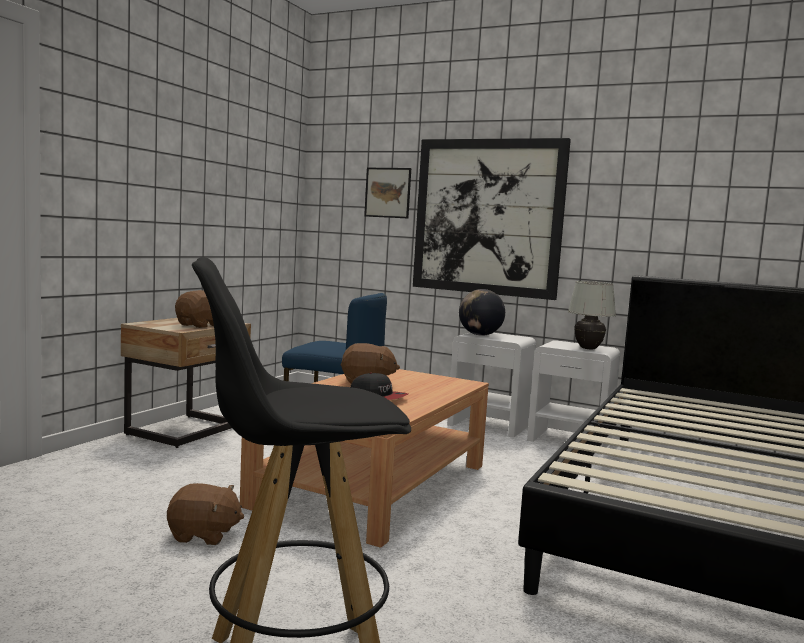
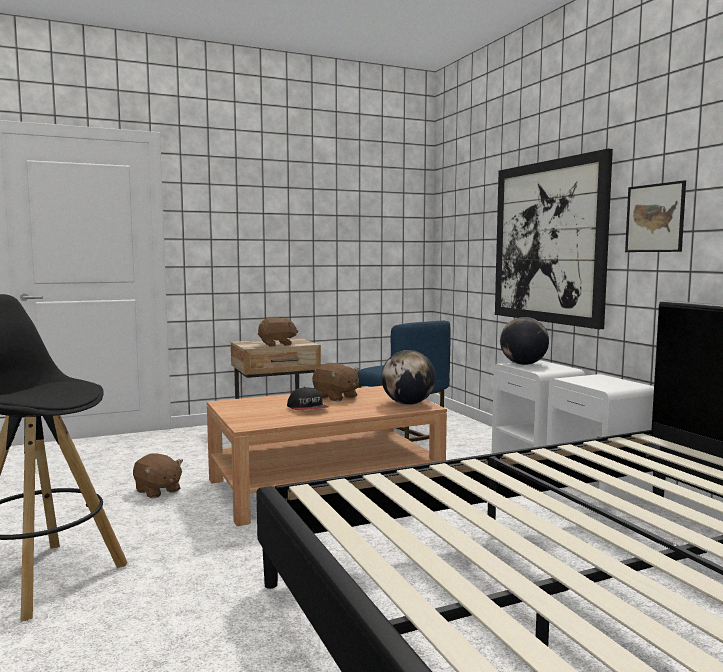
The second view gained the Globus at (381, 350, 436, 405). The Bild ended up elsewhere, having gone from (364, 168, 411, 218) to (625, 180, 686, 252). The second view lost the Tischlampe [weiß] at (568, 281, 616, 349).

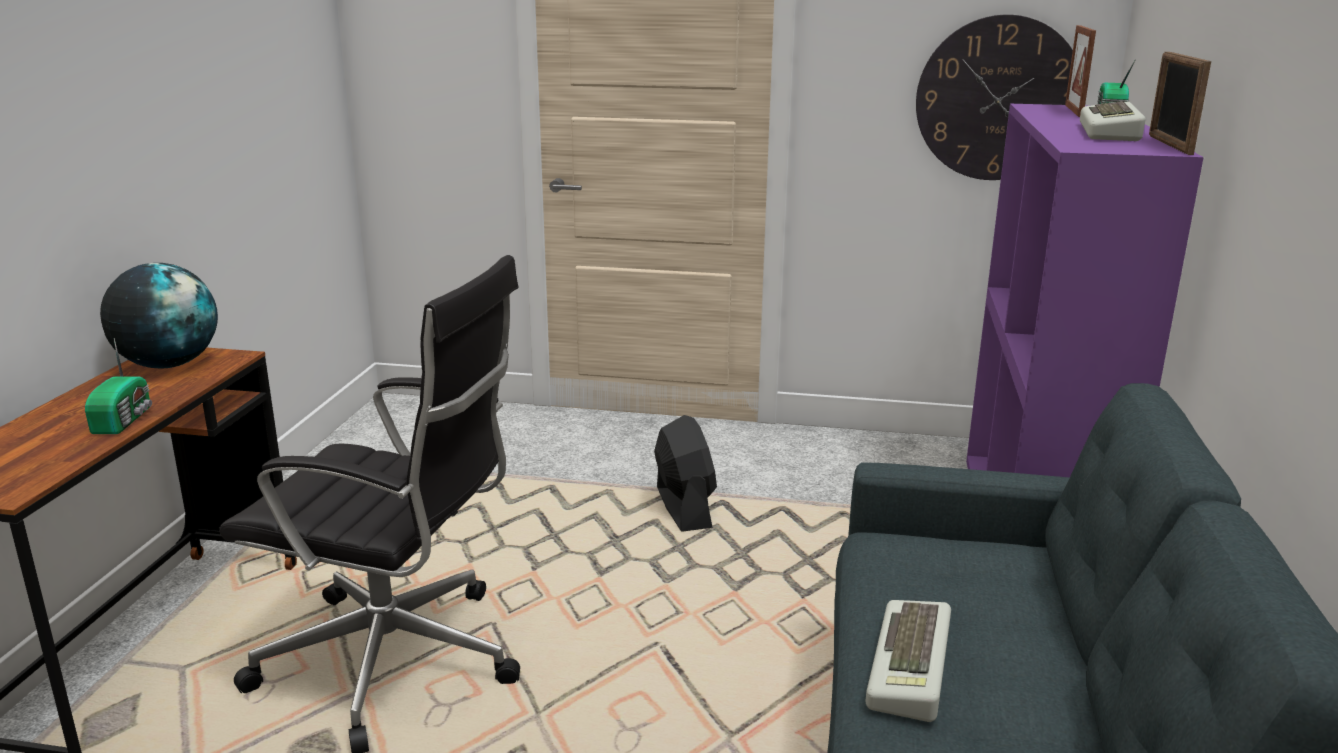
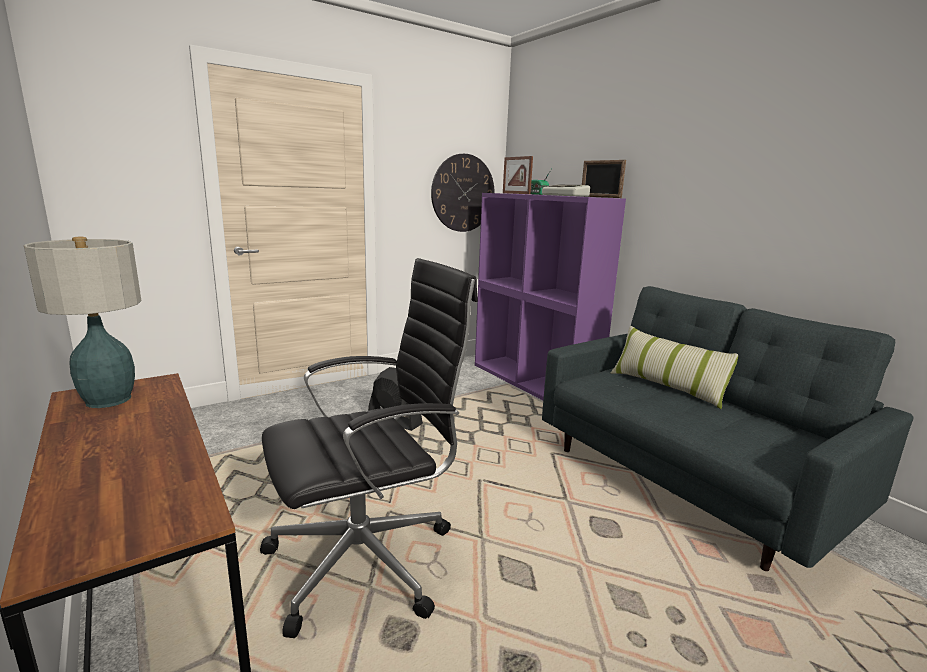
Where the Globus stood at (100, 263, 218, 369), the Tischlampe came to stand at (24, 237, 141, 408). The second view gained the Kissen at (611, 326, 738, 409). The second view lost the Radio at (85, 338, 152, 434). The second view lost the Tastatur at (866, 600, 951, 722).

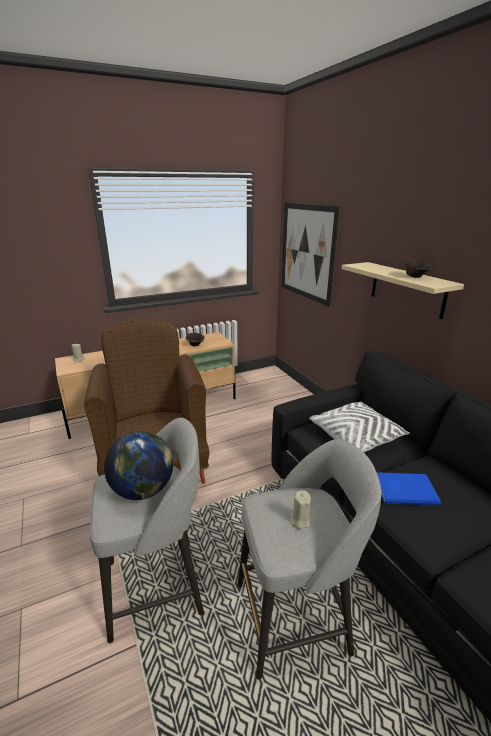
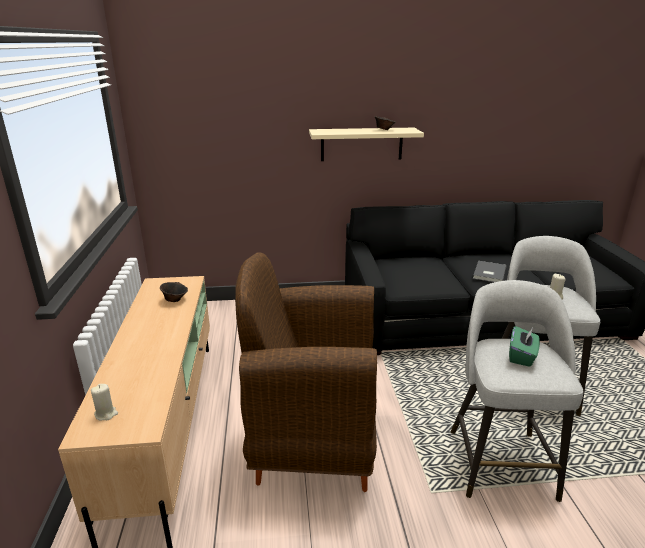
What was the Buch [blau] at (377, 472, 441, 506) turned into the Buch [grau] at (473, 261, 506, 282). Where the Globus stood at (104, 431, 173, 500), the Taschentuchbox [grün] came to stand at (509, 326, 540, 367). The second view lost the Bild at (281, 203, 340, 307). The second view lost the Kissen [weiß] at (309, 401, 410, 452).

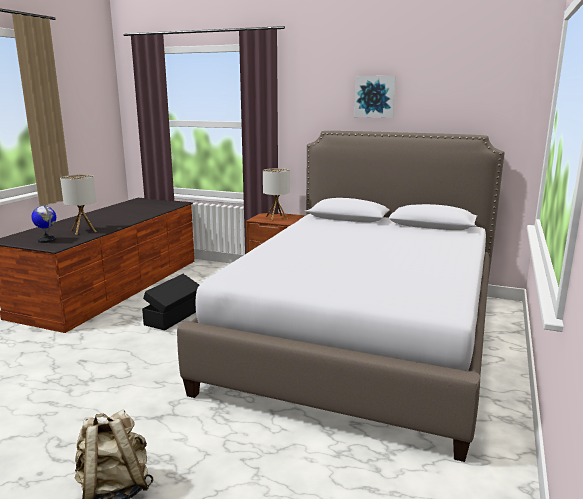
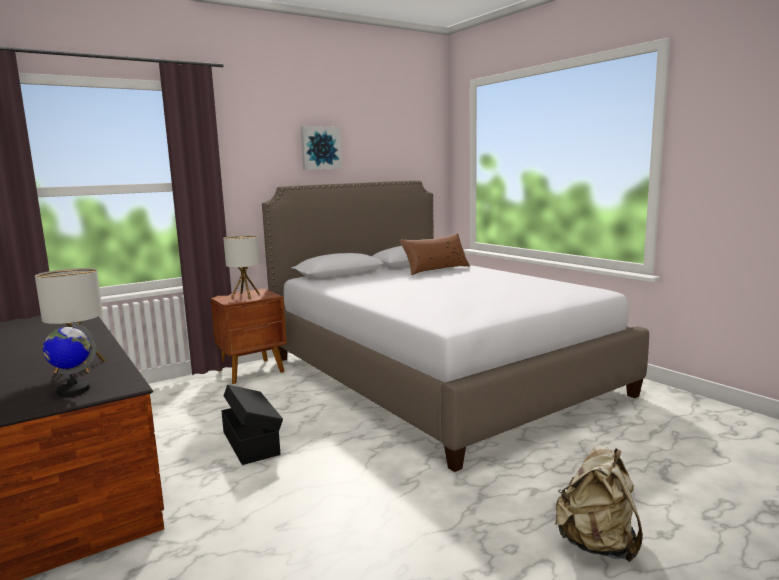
The second view gained the Kissen [braun] at (400, 233, 470, 275).

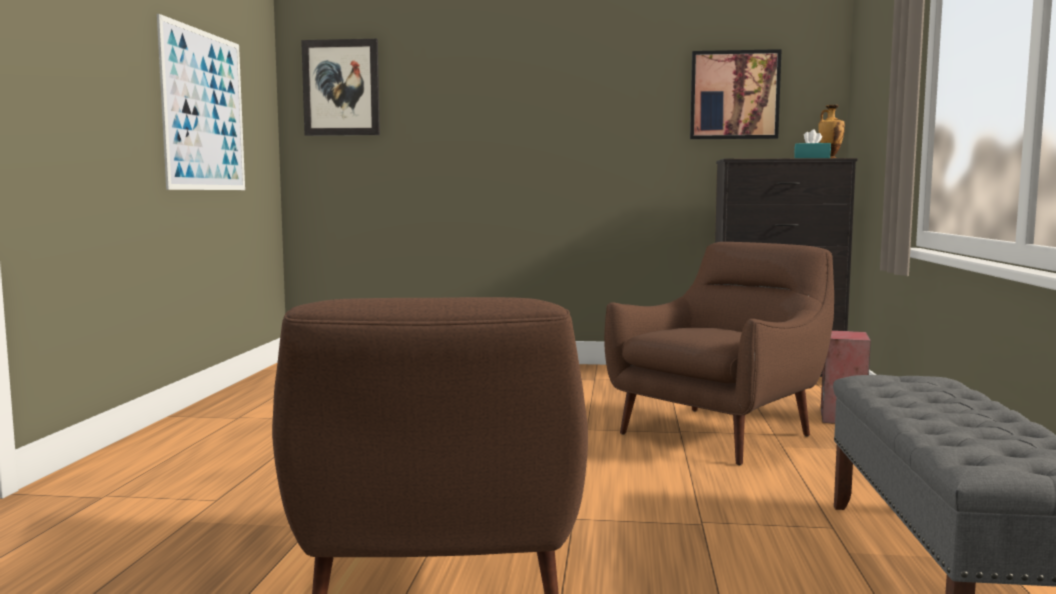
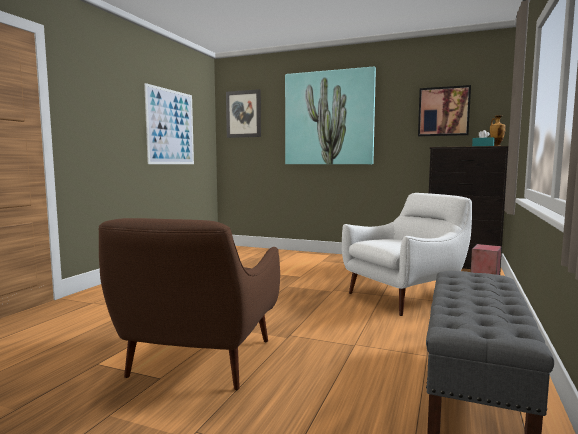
The second view gained the Bild at (285, 66, 376, 164). What was the Sessel [braun] at (604, 242, 834, 465) turned into the Sessel [weiß] at (342, 193, 472, 316).

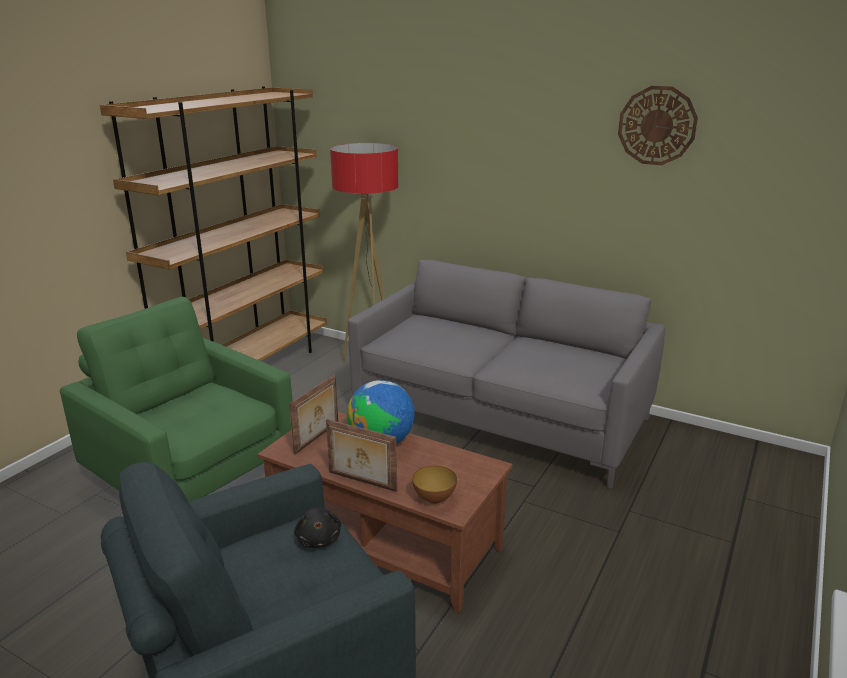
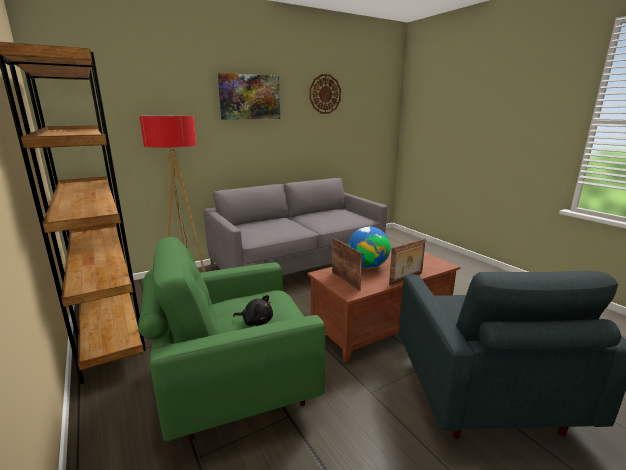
The second view gained the Bild at (218, 73, 280, 120). The Plüschtier [schwarz] ended up elsewhere, having gone from (294, 507, 341, 548) to (233, 295, 273, 326). The second view lost the Schüssel at (412, 466, 457, 504).

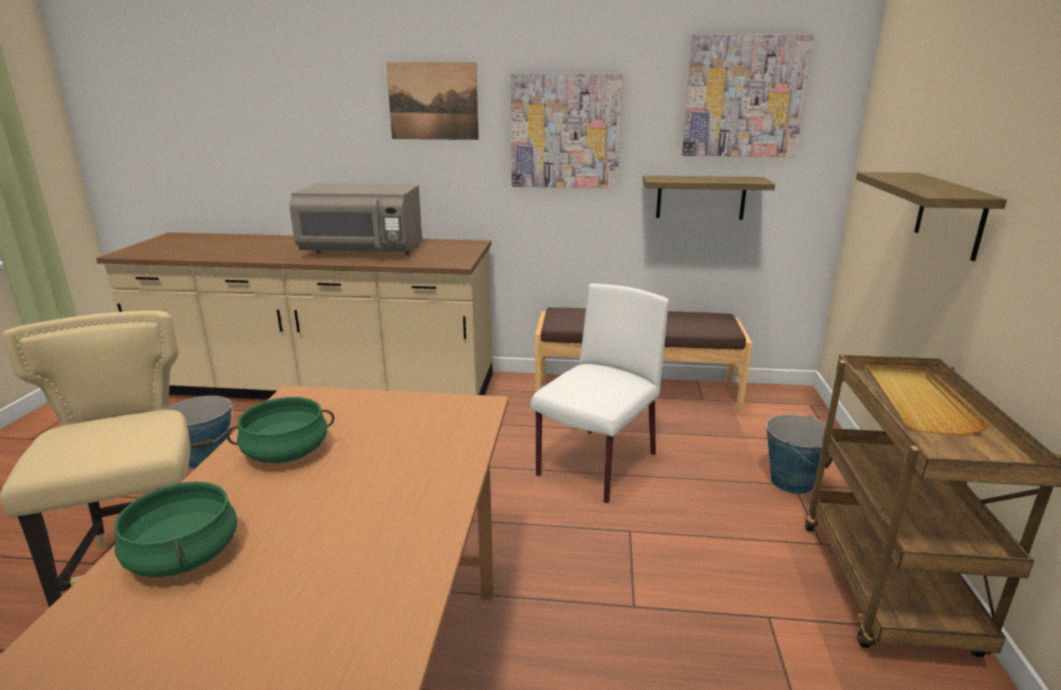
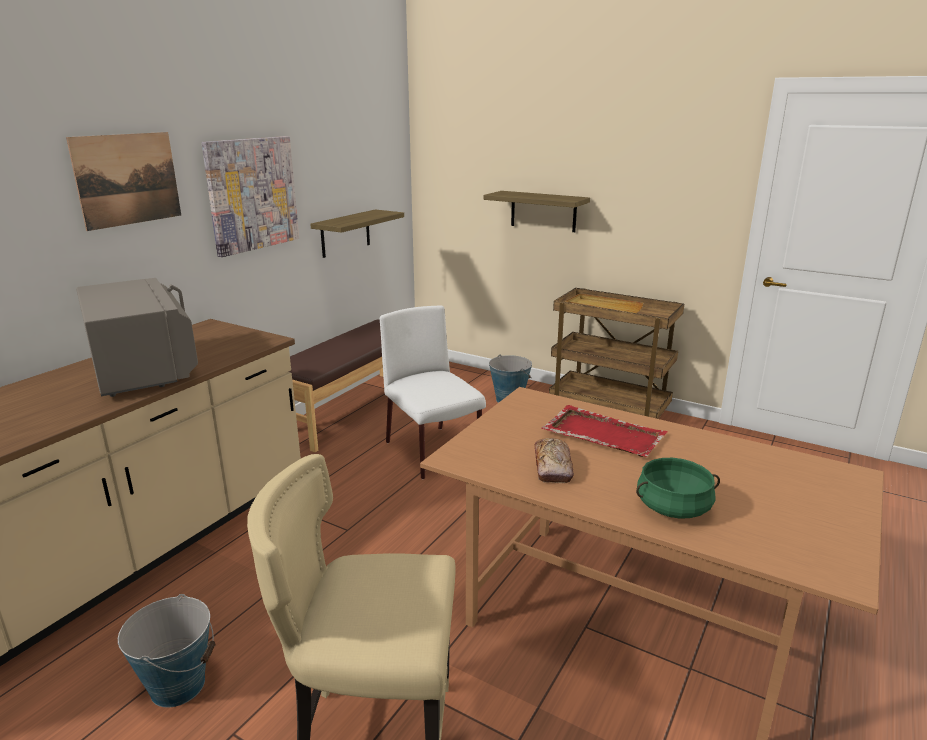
The Mikrowelle [grau] at (289, 183, 423, 255) ended up facing another way, 60 degrees counterclockwise from before. Where the Kochtopf [grün] stood at (227, 397, 334, 463), the Brot came to stand at (535, 438, 574, 483). The second view gained the Tablett [rot] at (541, 405, 667, 457). The second view lost the Bild at (682, 34, 814, 157).

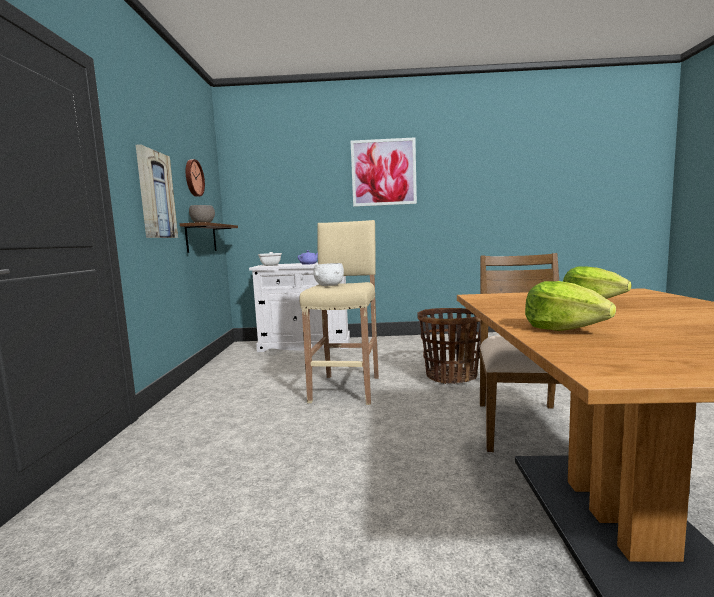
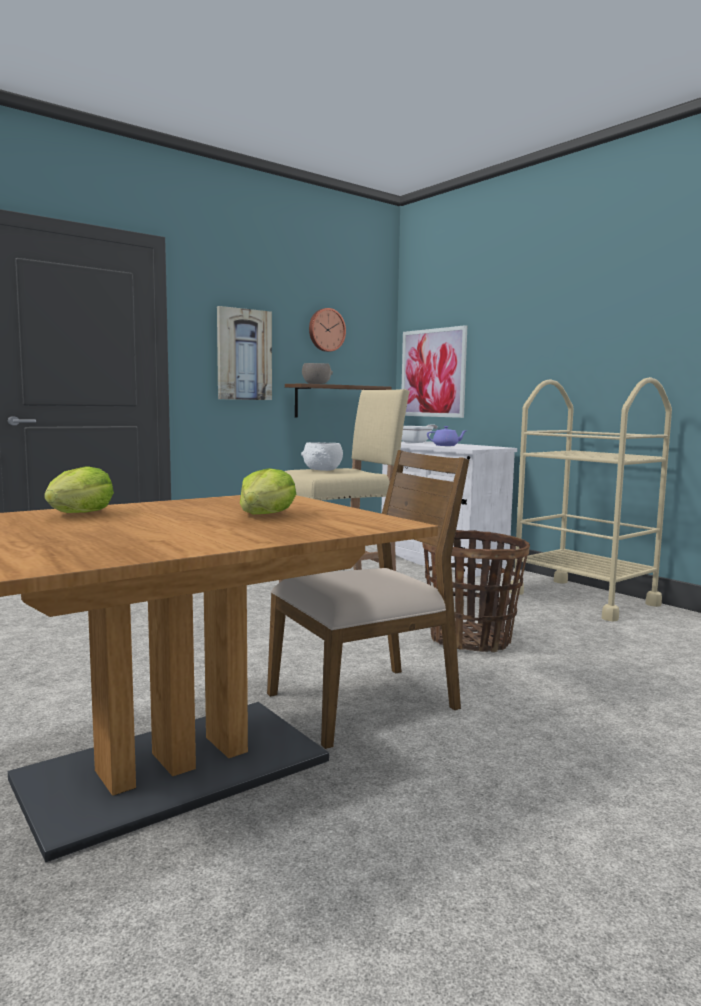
The Bild ended up elsewhere, having gone from (351, 137, 417, 207) to (402, 325, 467, 418). The second view gained the Rollwagen [beige] at (509, 377, 672, 622).

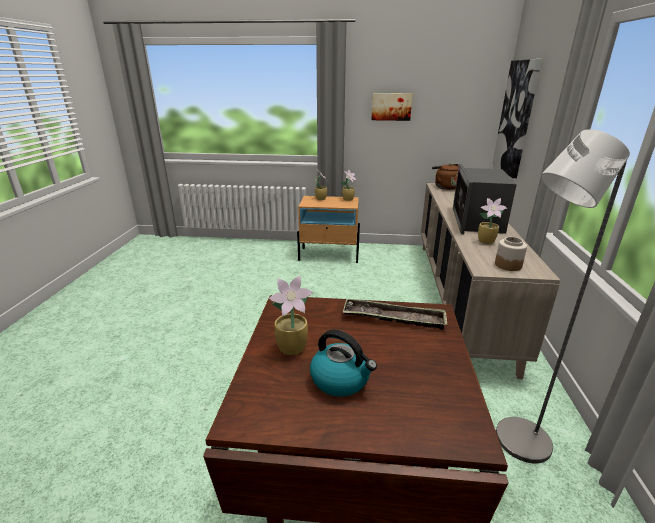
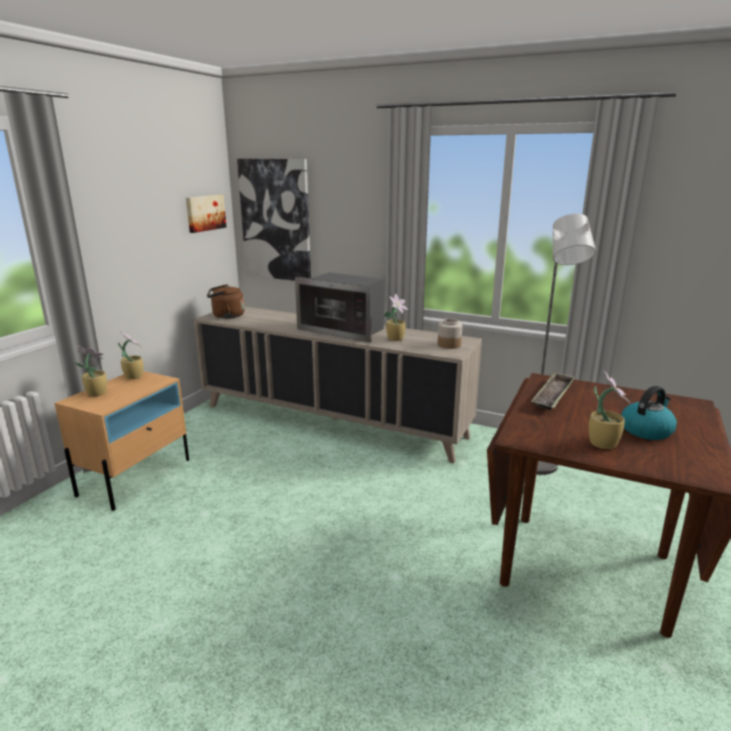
The Bild ended up elsewhere, having gone from (372, 93, 413, 121) to (186, 195, 226, 233).

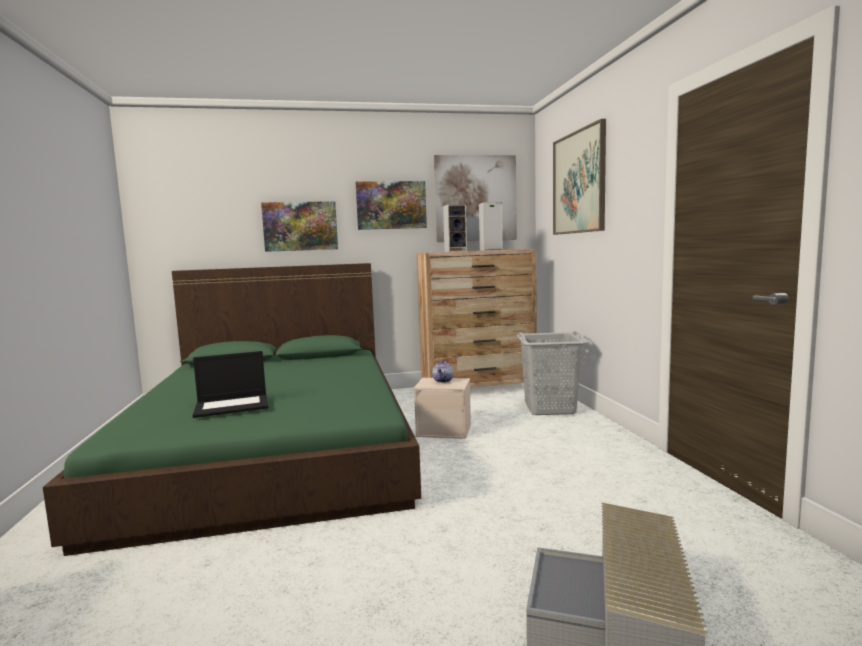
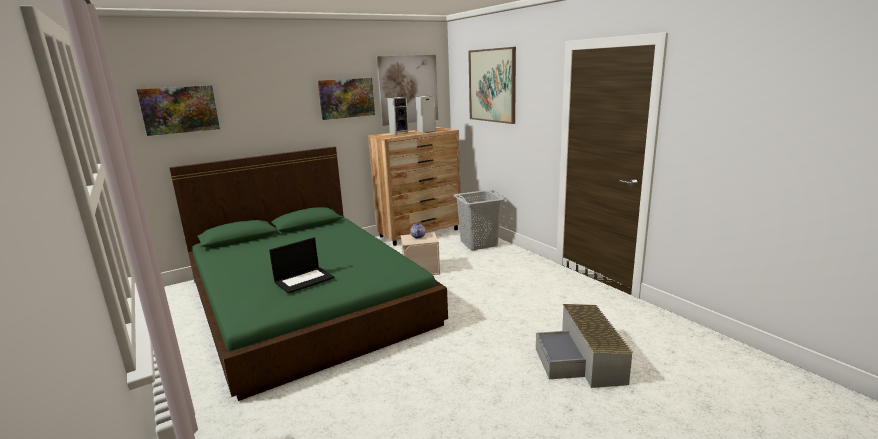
The Bild ended up elsewhere, having gone from (261, 201, 338, 252) to (136, 85, 220, 136).

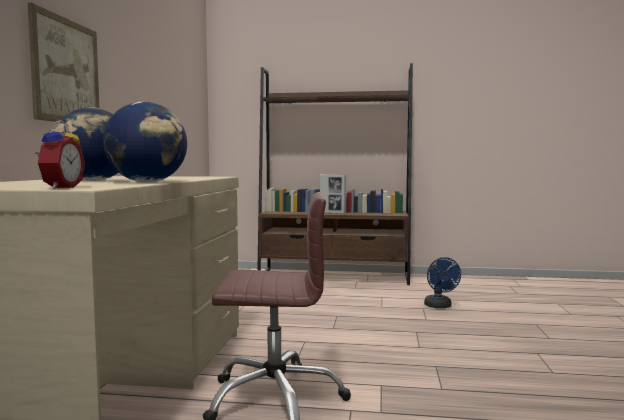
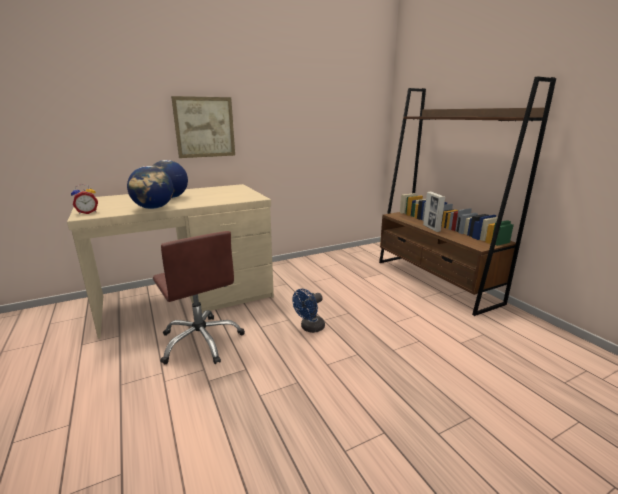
The Ventilator [blau] ended up elsewhere, having gone from (424, 257, 461, 308) to (292, 289, 325, 333).

